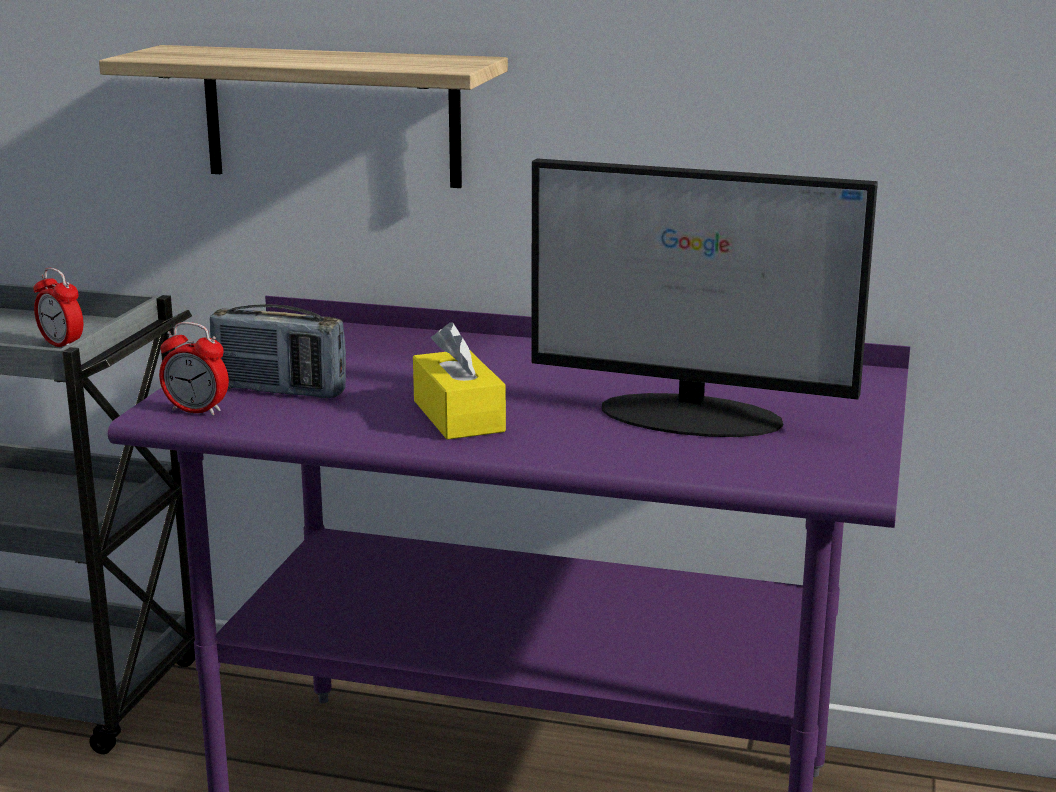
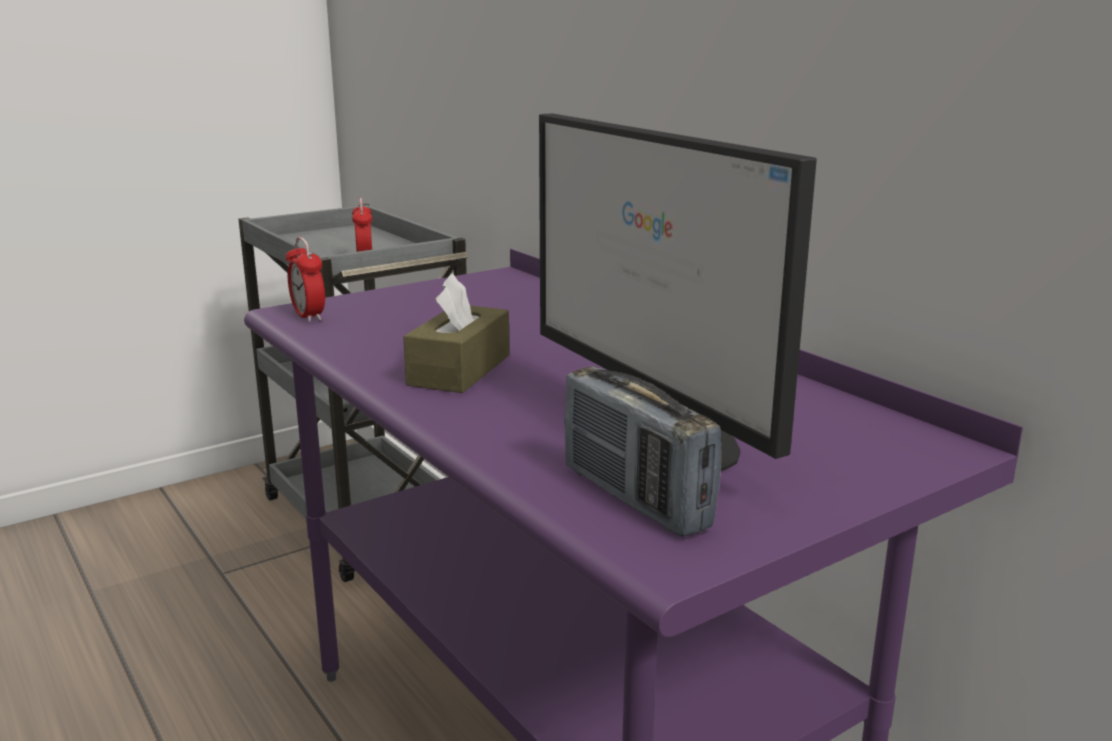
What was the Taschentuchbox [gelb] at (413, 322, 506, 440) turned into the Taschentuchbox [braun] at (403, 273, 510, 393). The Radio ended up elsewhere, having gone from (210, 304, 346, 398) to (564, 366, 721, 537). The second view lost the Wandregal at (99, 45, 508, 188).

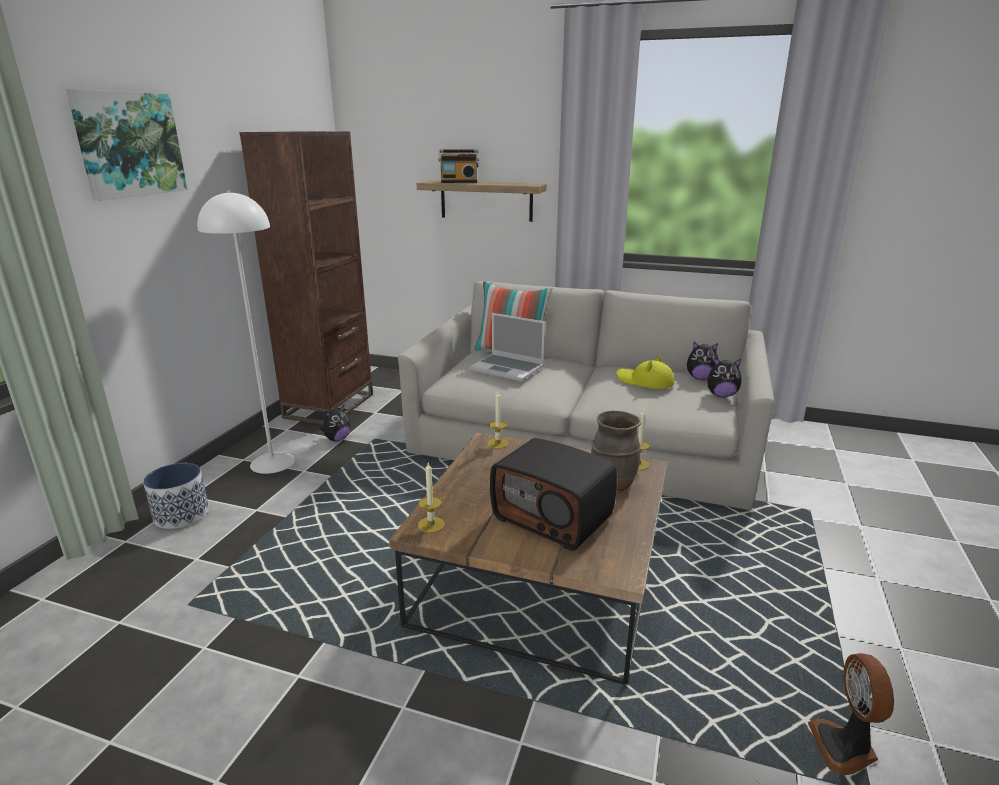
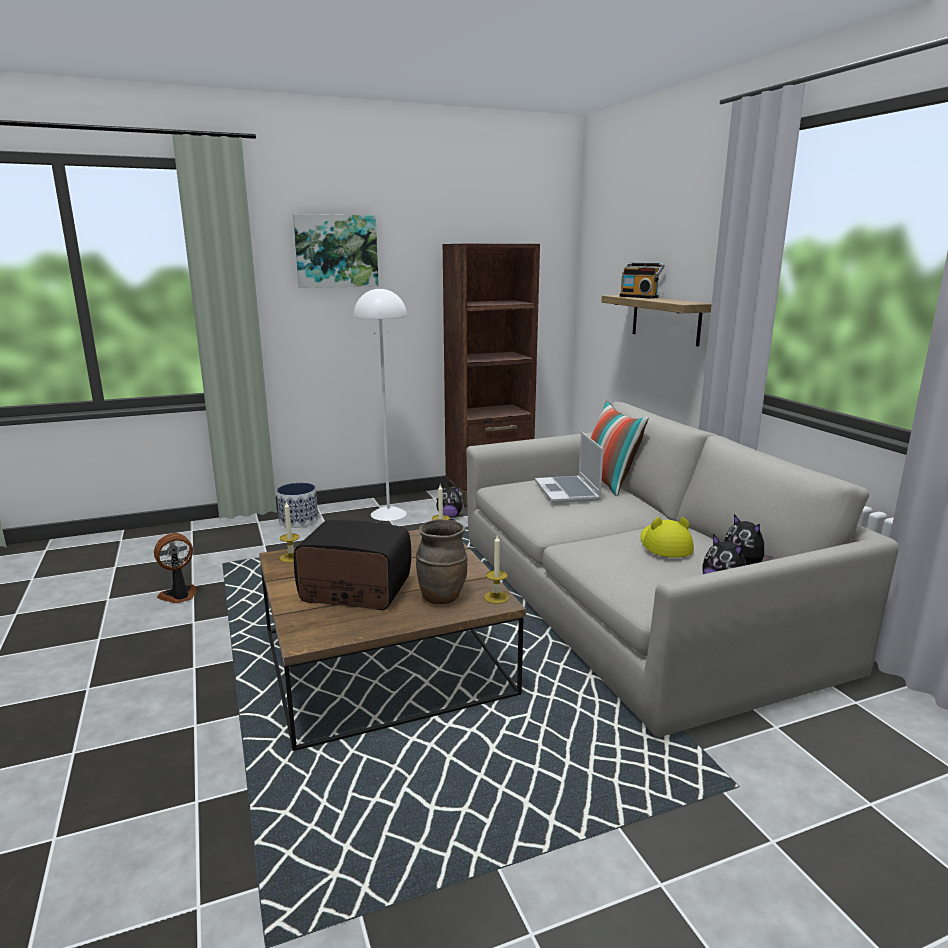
The Ventilator ended up elsewhere, having gone from (808, 653, 894, 775) to (154, 533, 197, 603). The Radio at (490, 438, 617, 551) ended up facing another way, 105 degrees clockwise from before.

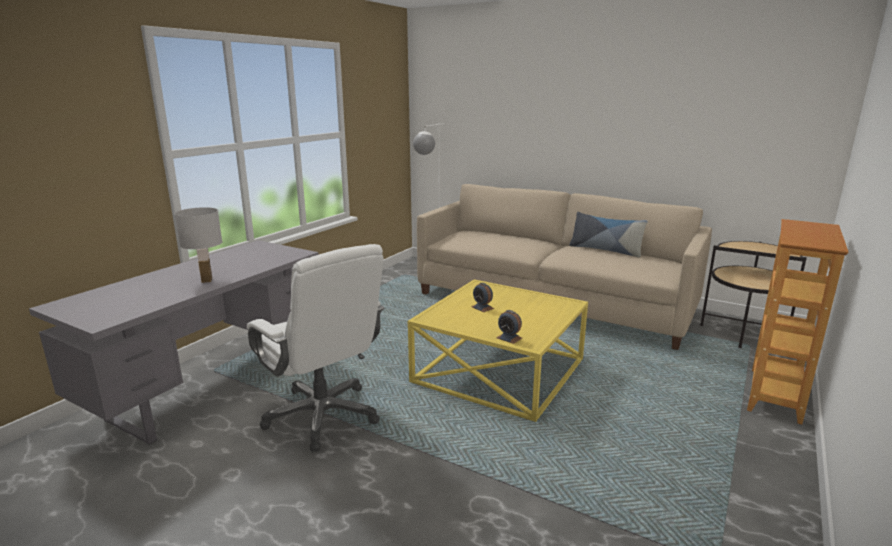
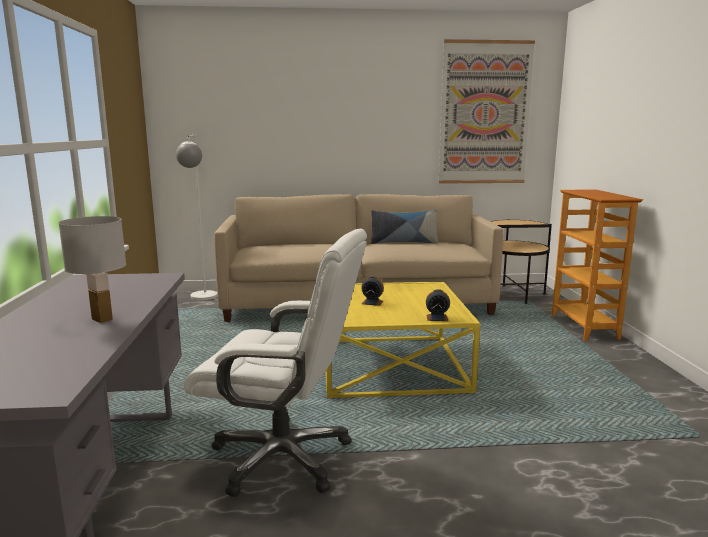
The second view gained the Bild at (438, 39, 535, 184).

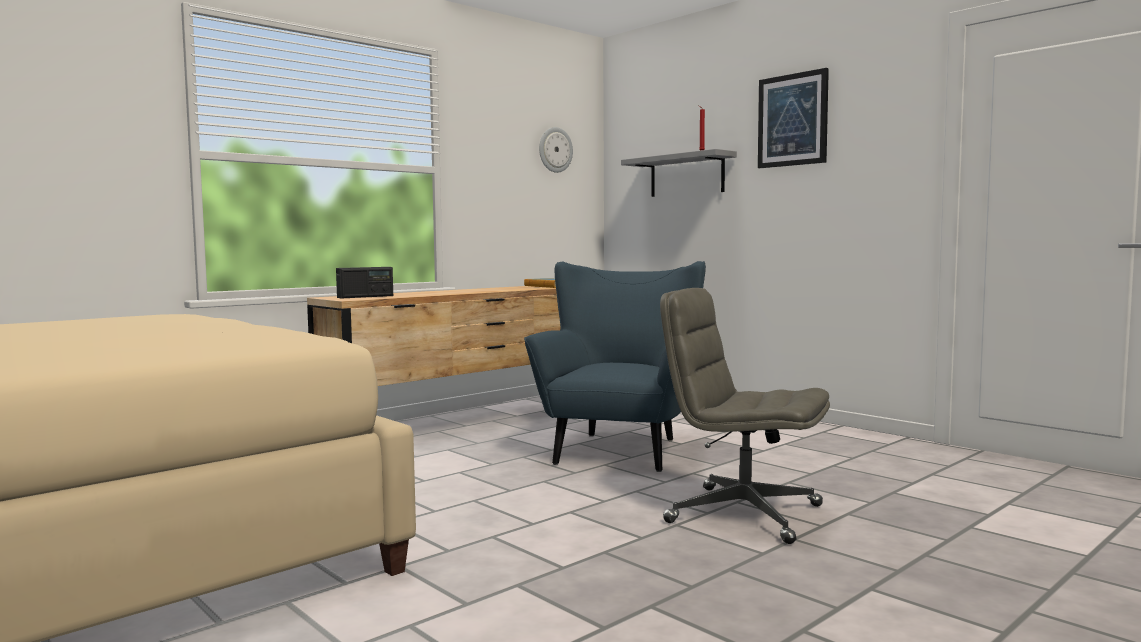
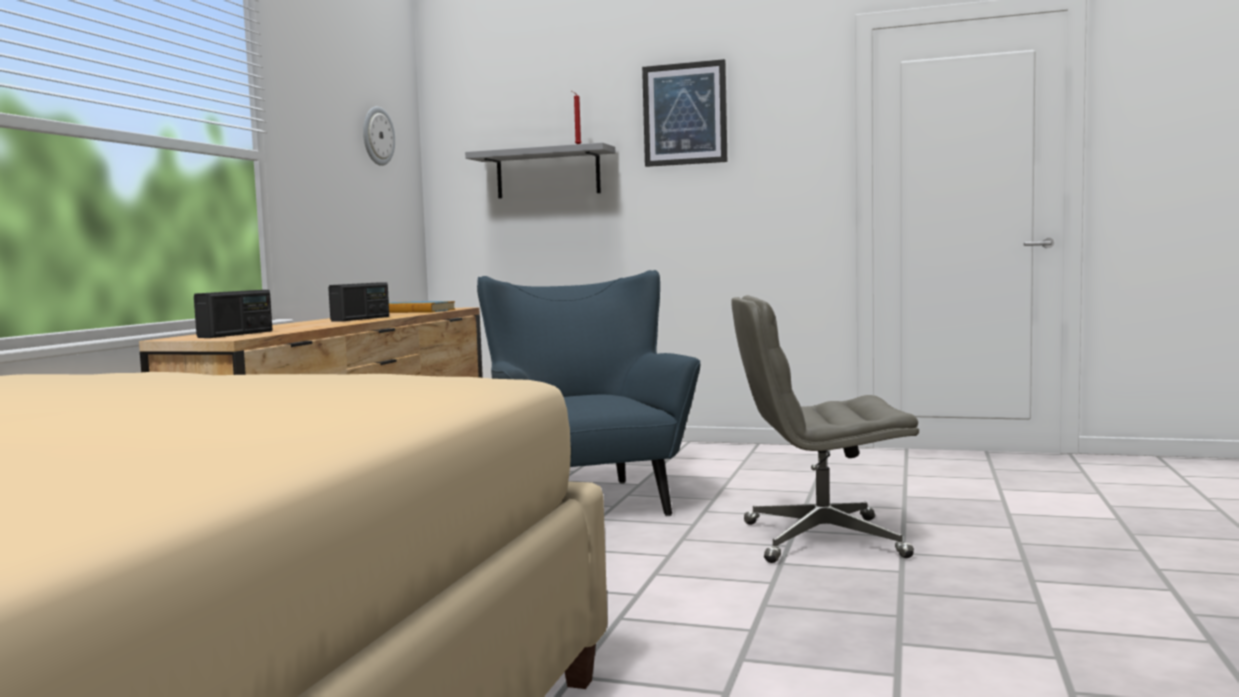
The second view gained the Radio at (328, 282, 389, 322).

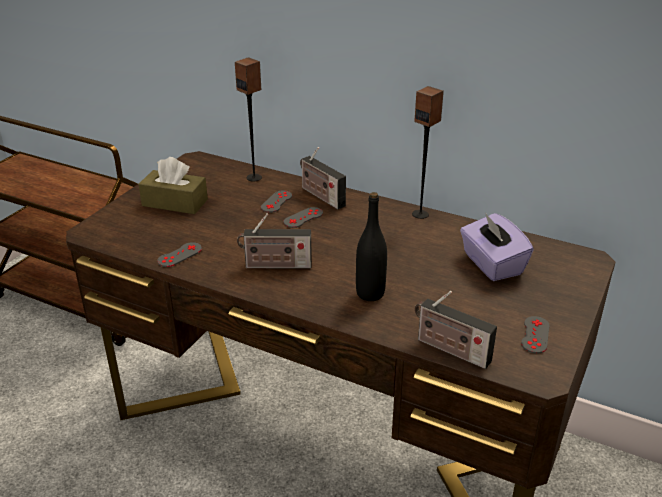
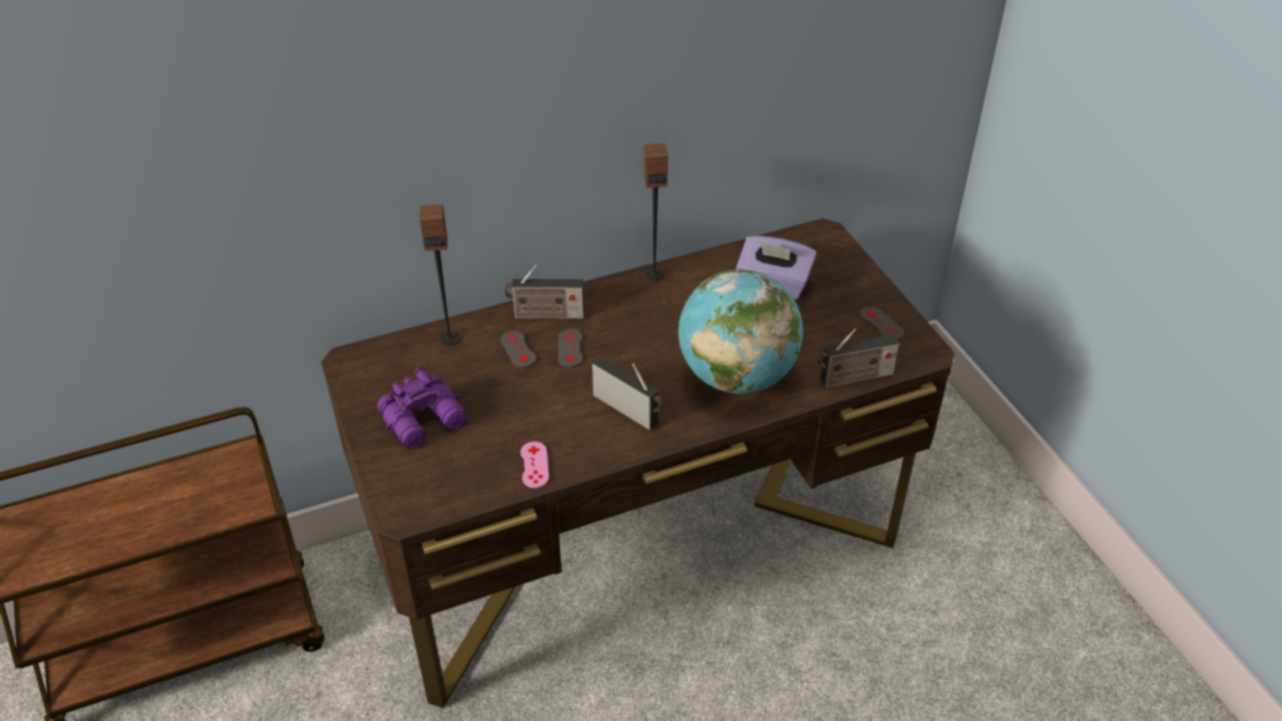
Where the Taschentuchbox [braun] stood at (138, 157, 208, 214), the Fernglas [lila] came to stand at (377, 368, 467, 448). What was the Gamepad [grau] at (157, 242, 202, 267) turned into the Gamepad [rosa] at (520, 441, 549, 488). The Radio at (237, 213, 312, 268) ended up facing another way, 90 degrees counterclockwise from before. Where the Flasche [schwarz] stood at (356, 192, 387, 301), the Globus came to stand at (678, 269, 803, 394).

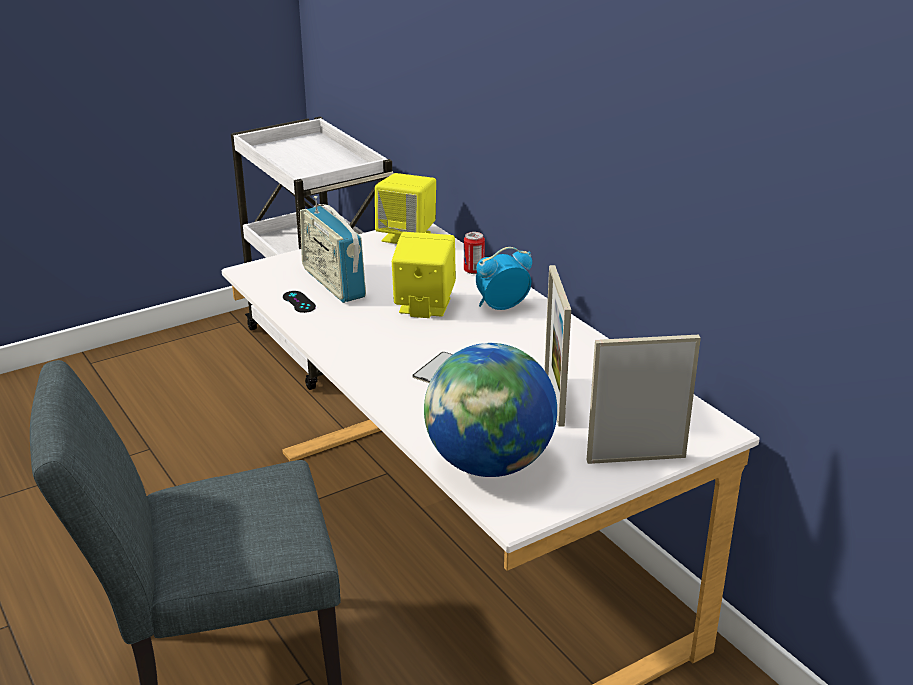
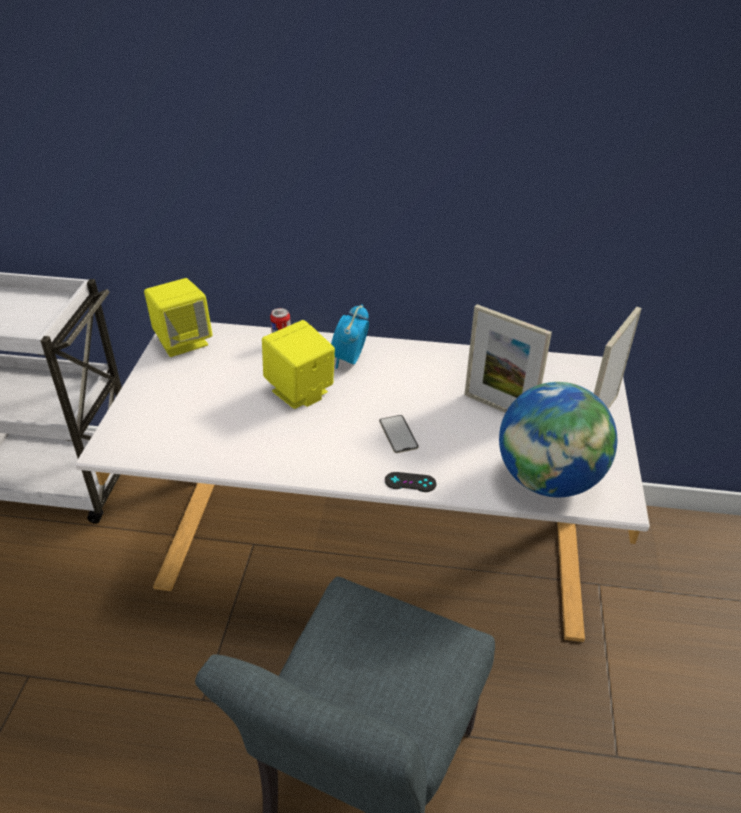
The Gamepad [schwarz] ended up elsewhere, having gone from (283, 291, 316, 313) to (385, 472, 436, 492). The second view lost the Radio at (300, 196, 366, 303).

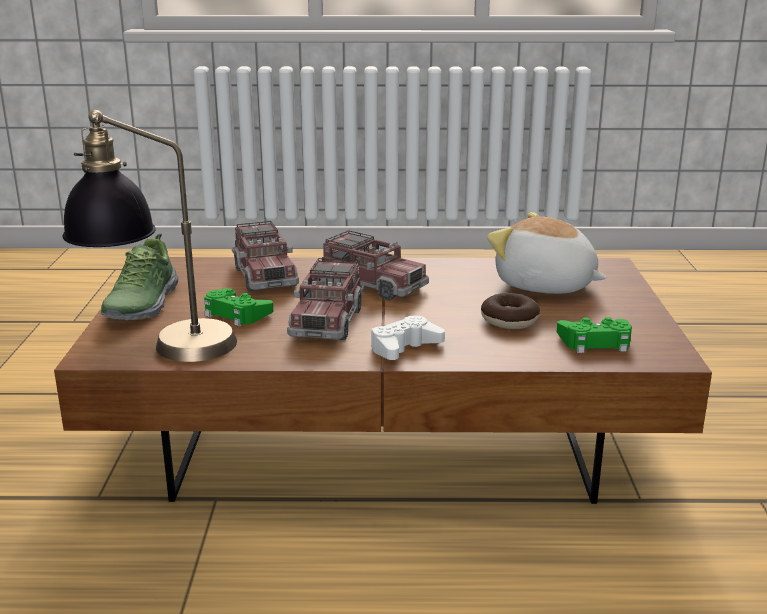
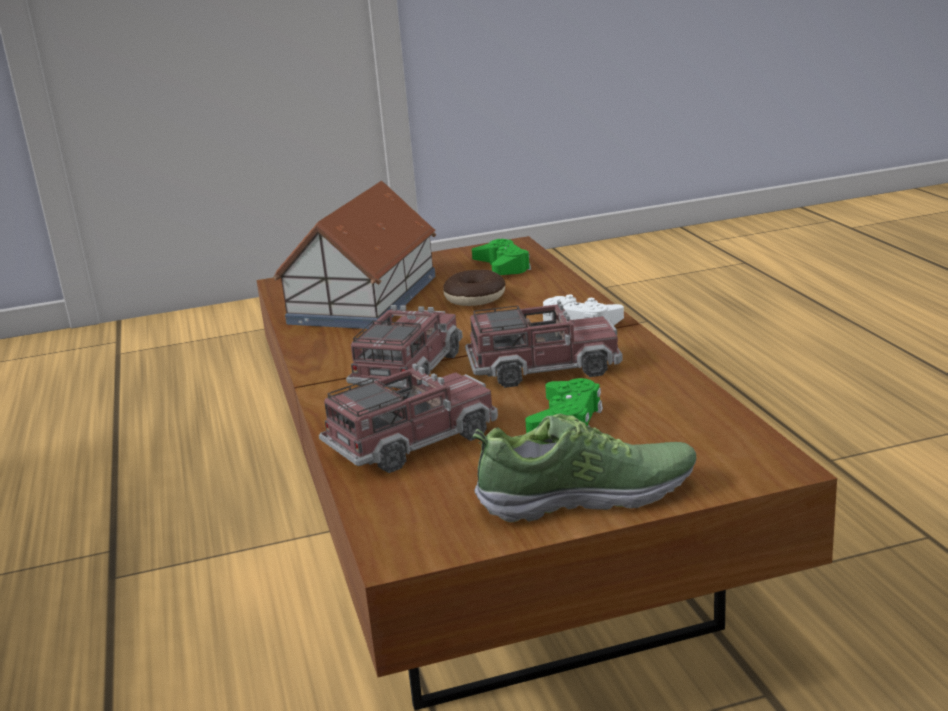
Where the Plüschtier stood at (487, 212, 607, 294), the Spielzeughaus came to stand at (273, 181, 437, 329). The second view lost the Tischlampe at (62, 110, 237, 362).

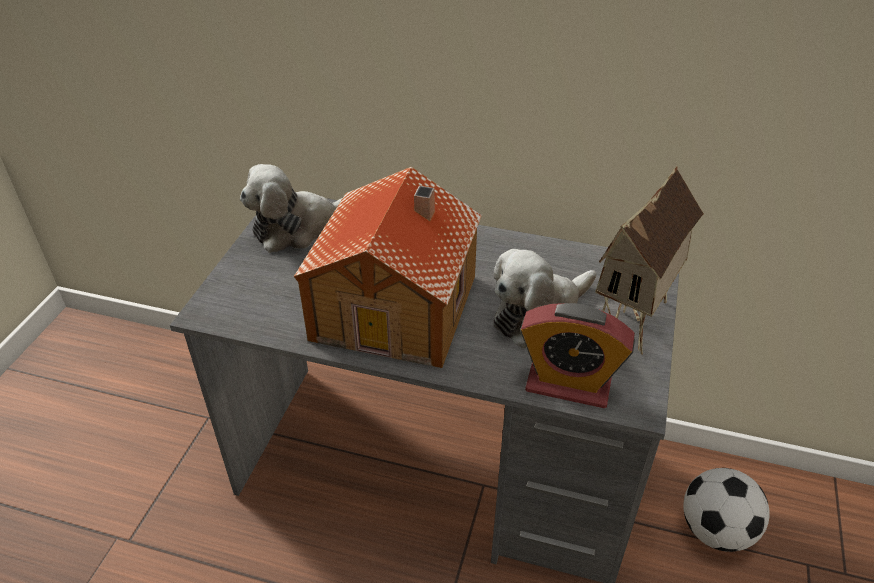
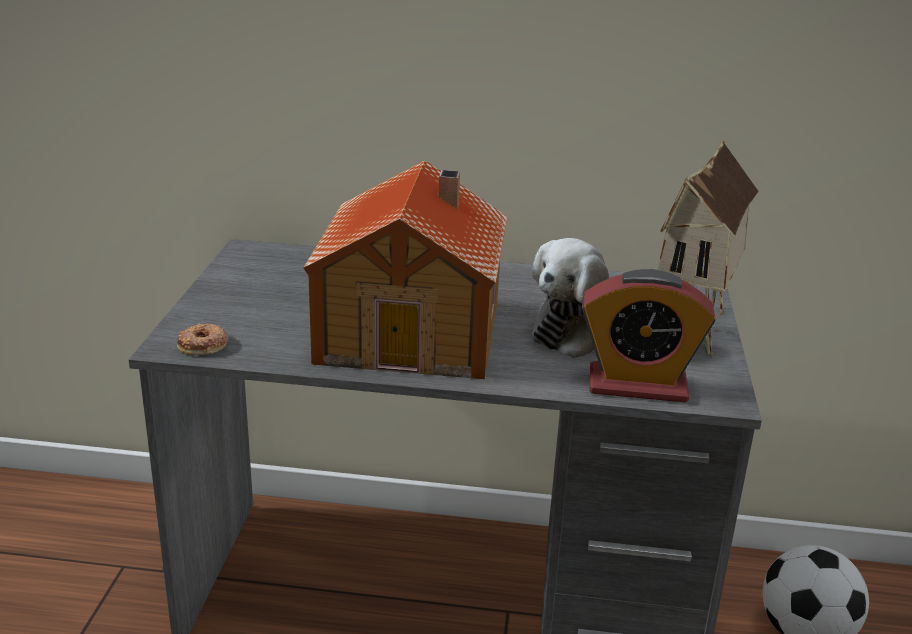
The second view gained the Donut at (177, 324, 228, 355). The second view lost the Plüschtier at (240, 164, 342, 253).

